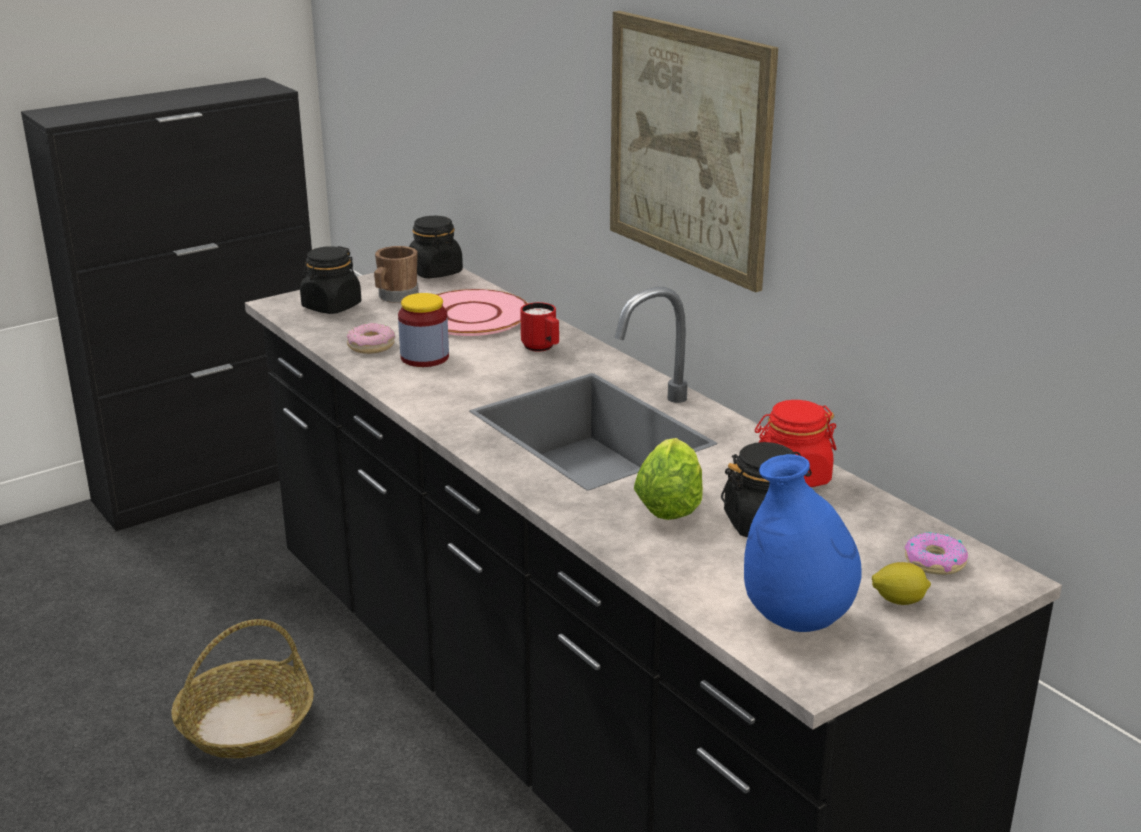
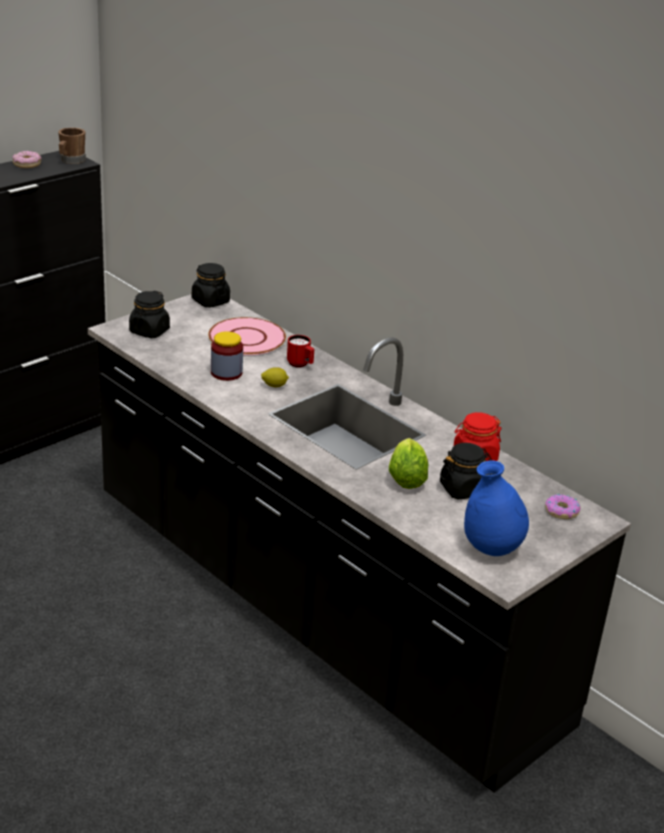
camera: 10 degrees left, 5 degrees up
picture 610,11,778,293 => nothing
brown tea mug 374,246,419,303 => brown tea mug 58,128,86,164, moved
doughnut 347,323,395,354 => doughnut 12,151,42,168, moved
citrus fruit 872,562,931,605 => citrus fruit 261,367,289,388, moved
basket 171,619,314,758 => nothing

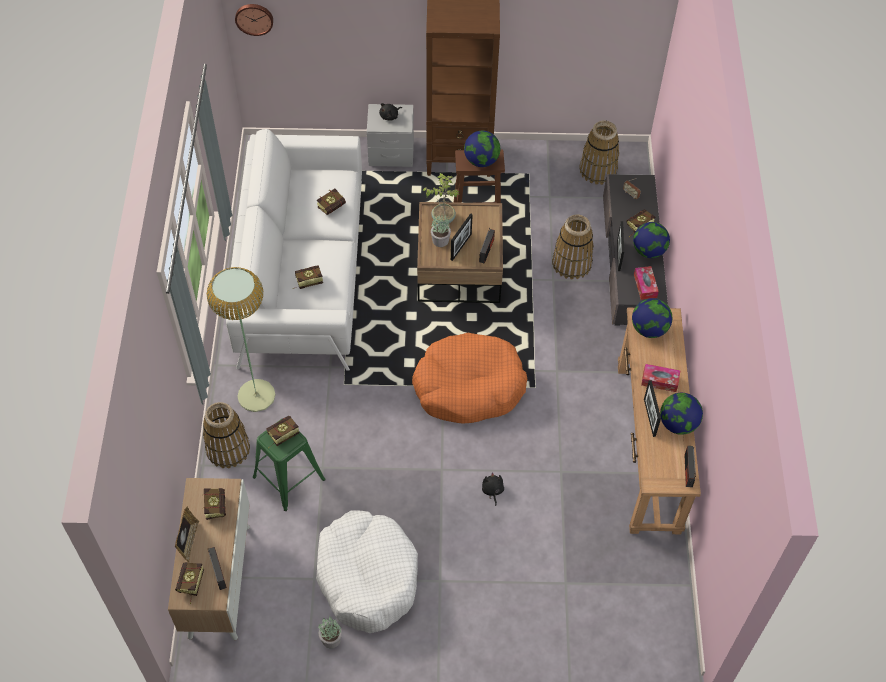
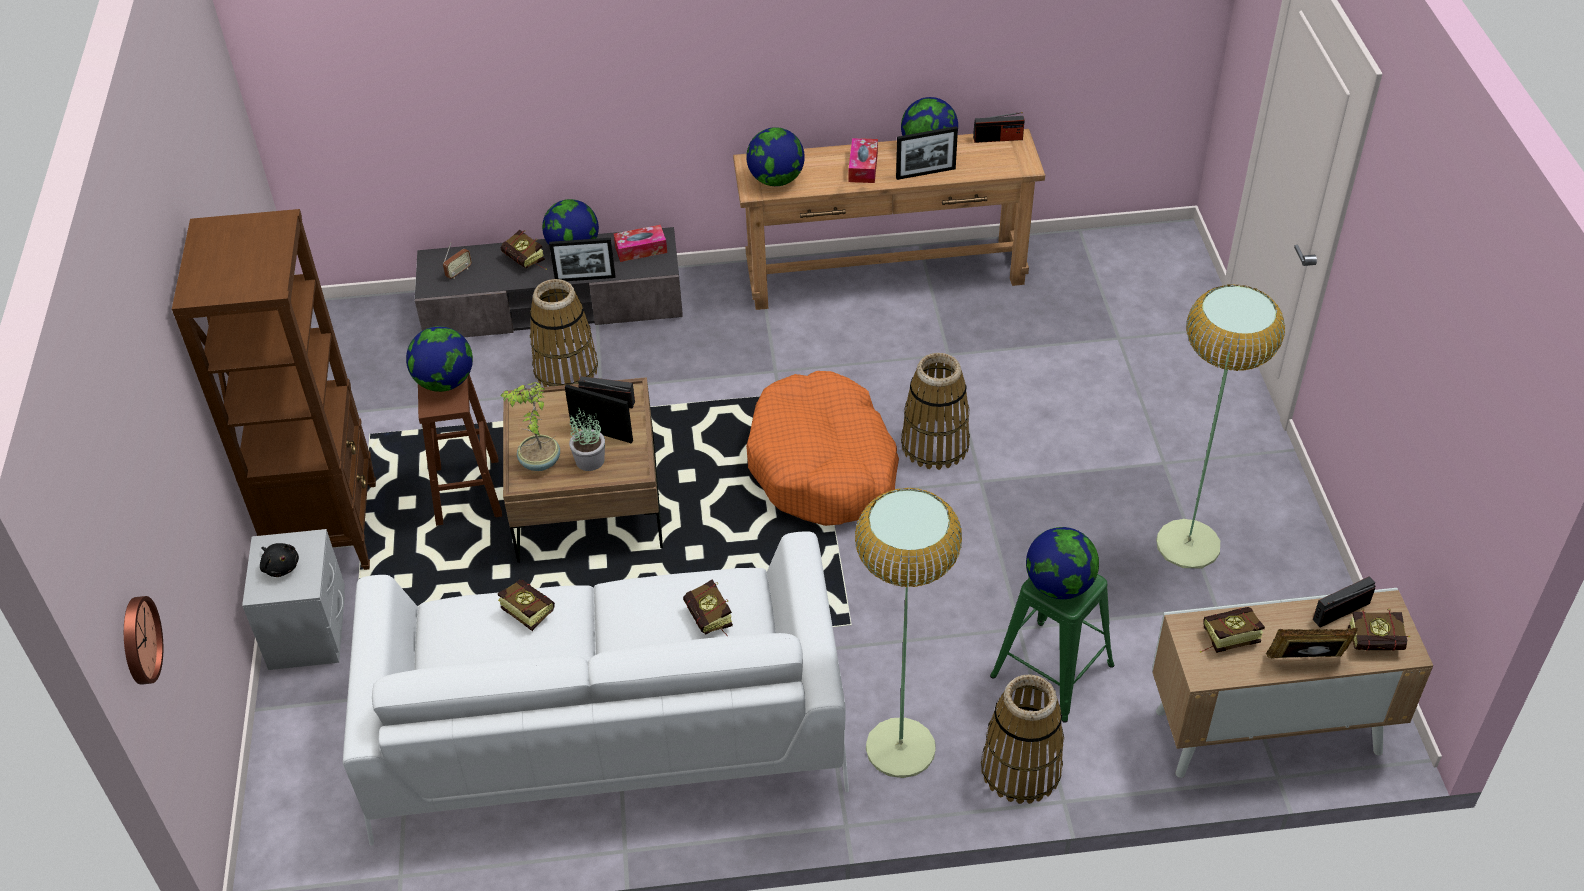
camera: 95 degrees left, 10 degrees down
basket 579,121,619,185 => basket 901,353,970,470, moved
book 266,416,300,448 => desk globe 1026,527,1099,599
black soft toy 482,472,504,506 => nothing
whitish dog bed 316,511,418,633 => floor lamp 1156,285,1285,568
houseplant 318,616,342,648 => nothing

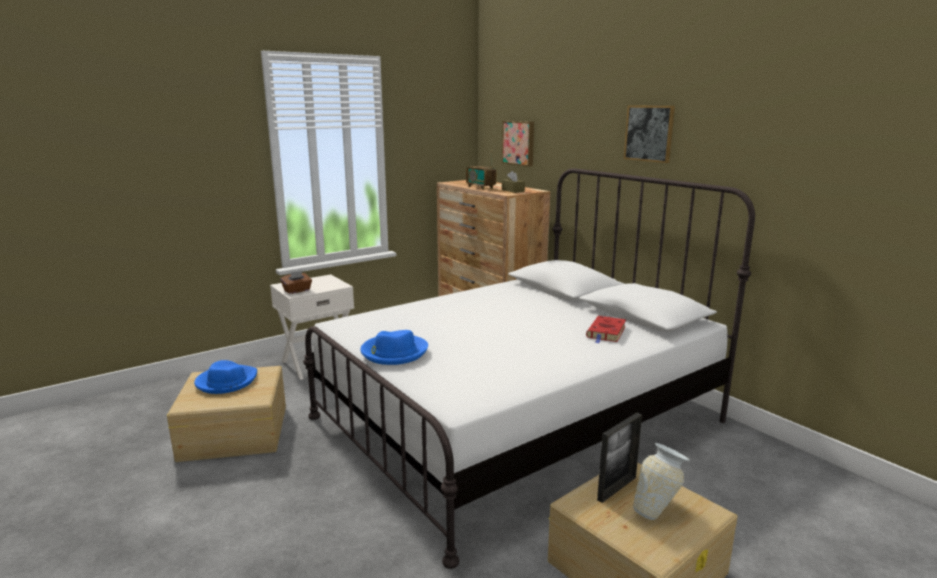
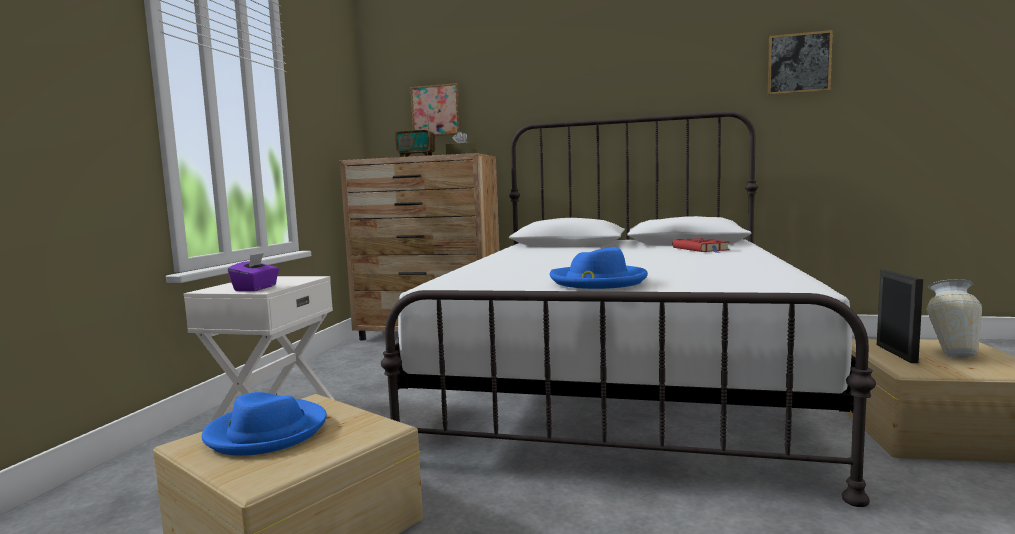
camera: 40 degrees left, 10 degrees down
picture 624,105,675,163 => picture 768,30,833,95, moved
brown tissue holder 280,271,312,294 => purplish tissue holder 228,253,279,291

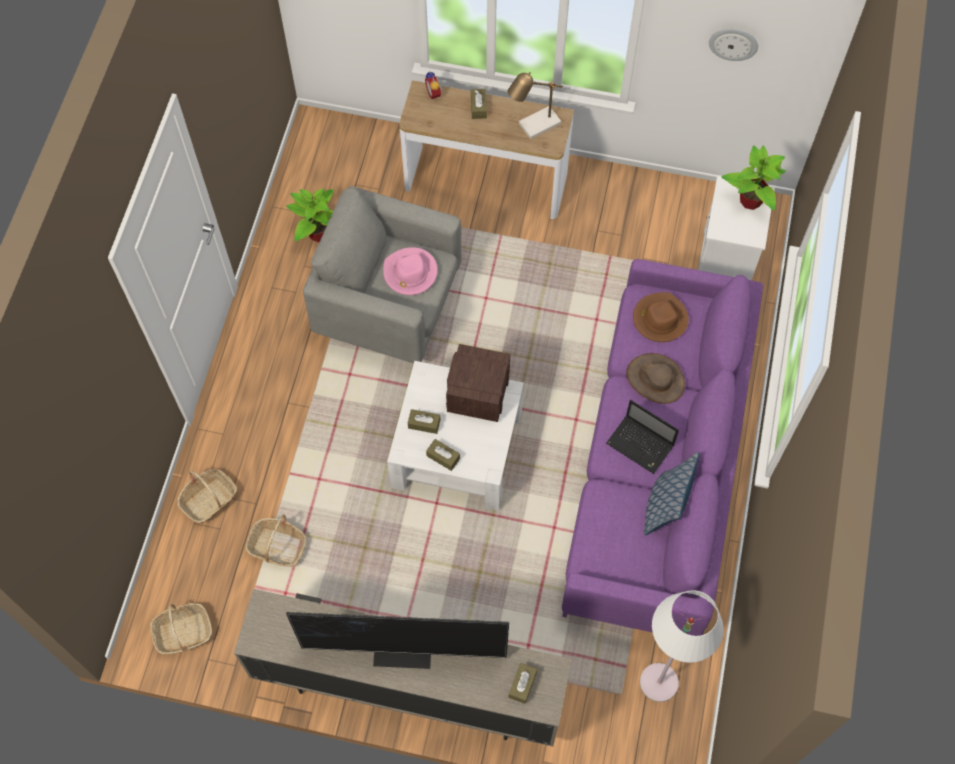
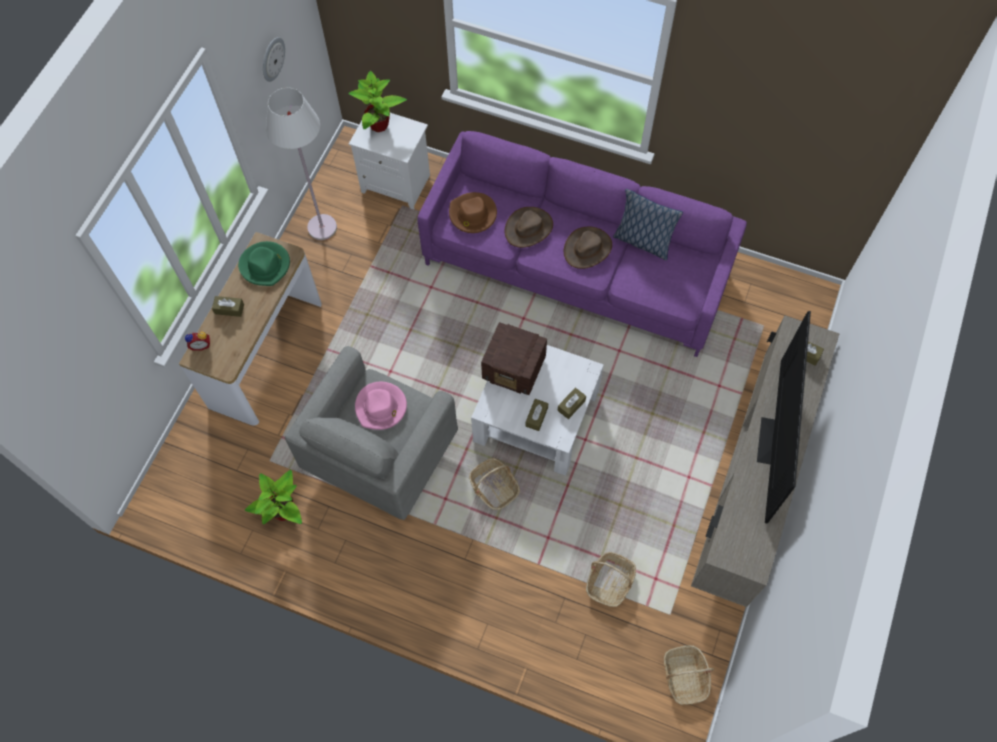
camera: 80 degrees left, 0 degrees up
lamp for a table 507,72,571,139 => greenish clothing hat 238,241,290,286
laptop 606,400,679,474 => brown clothing hat 564,226,612,269
basket 177,469,237,523 => basket 469,458,520,510, moved
whitish floor lamp 640,590,724,702 => whitish floor lamp 266,88,337,240, moved

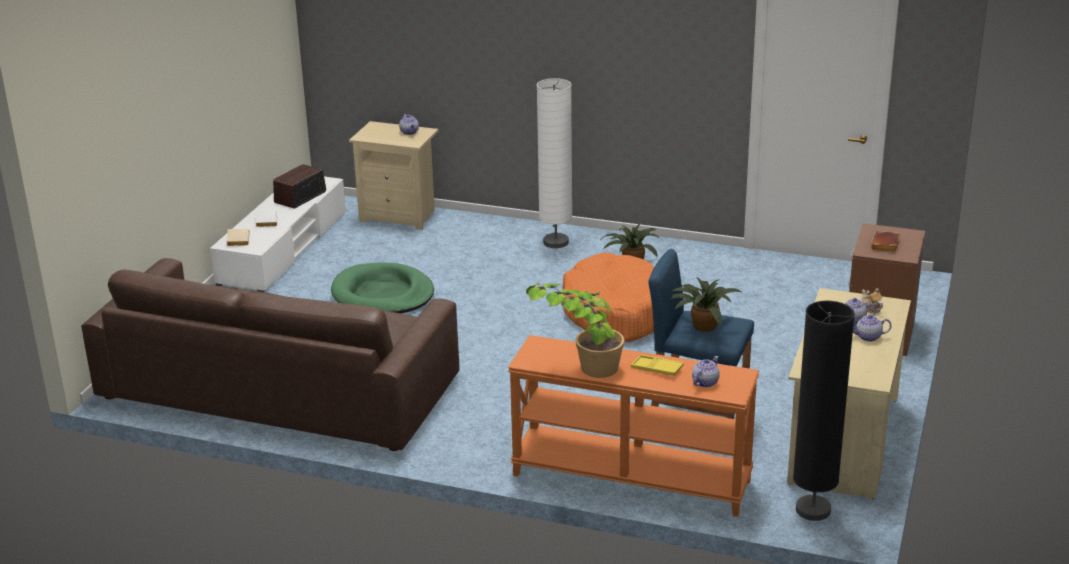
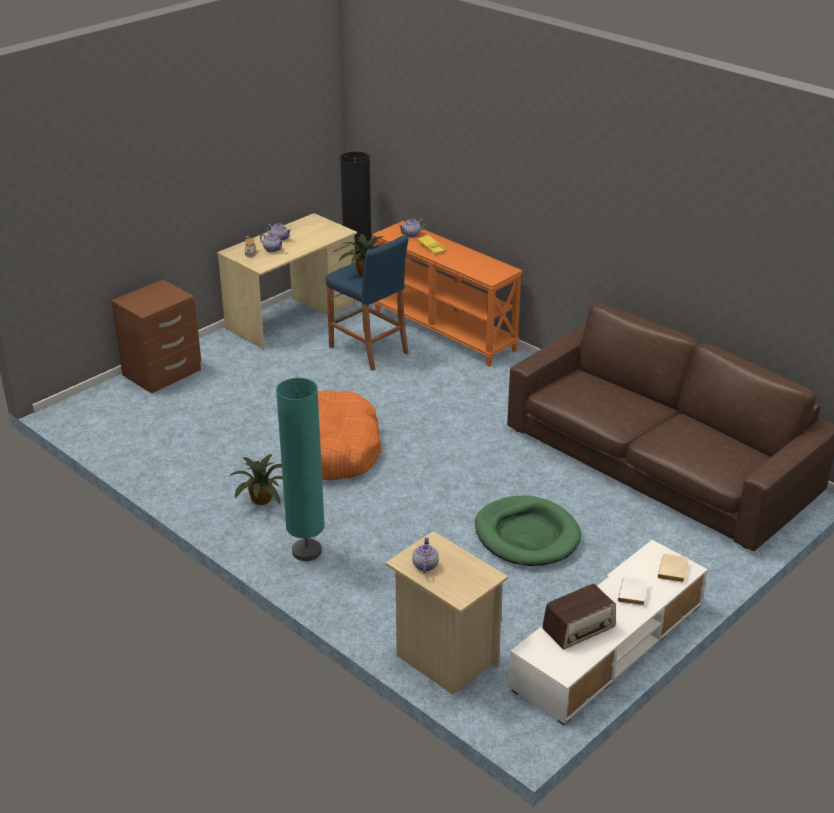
camera: 155 degrees left, 5 degrees up
whitish floor lamp 537,78,572,248 => turquoise floor lamp 276,378,325,561
brown book 871,231,900,251 => nothing
houseplant 526,281,624,378 => nothing

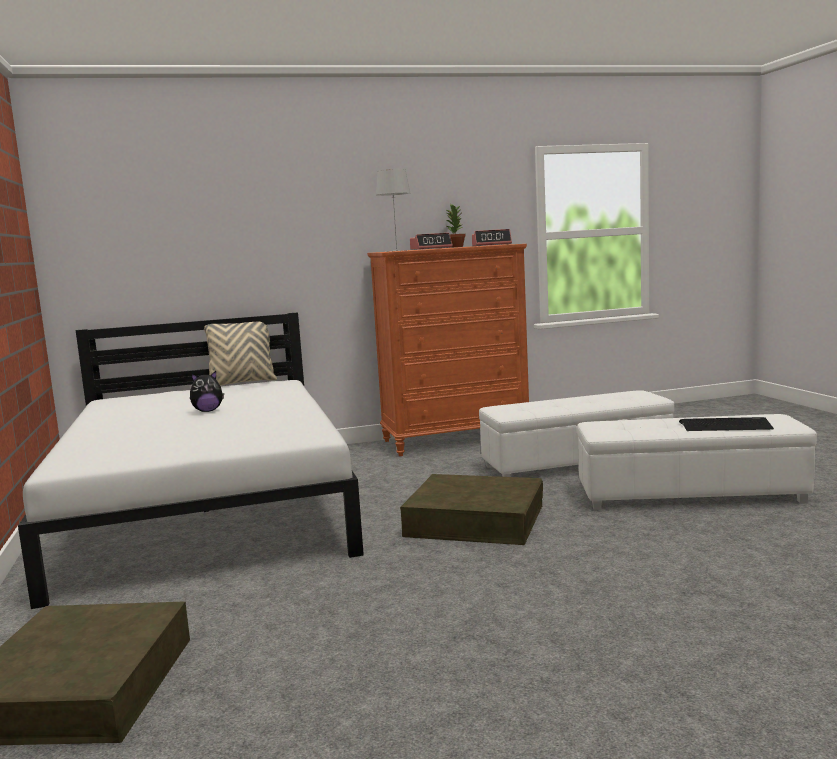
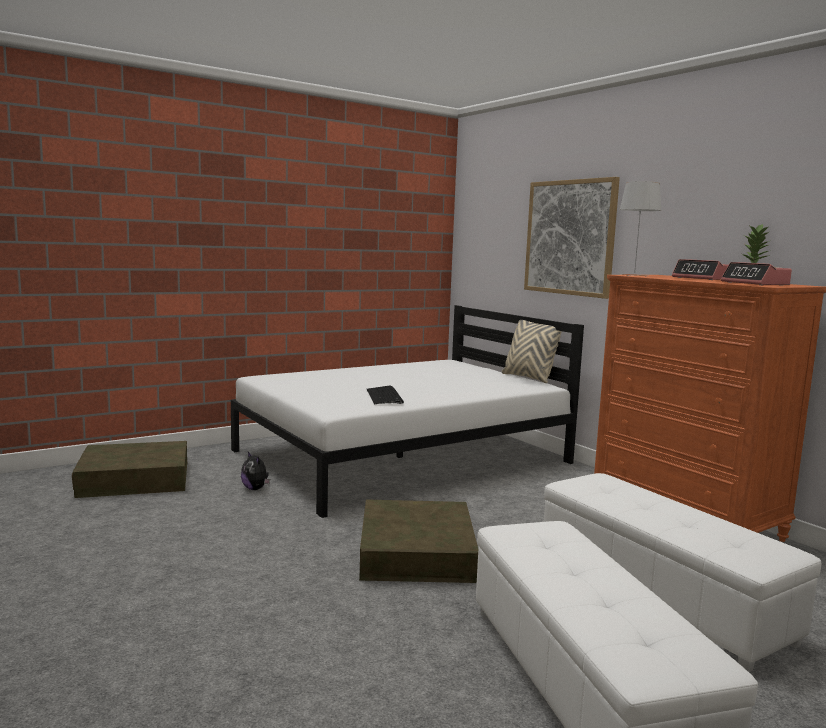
camera: 70 degrees right, 0 degrees up
soft toy 190,371,224,412 => soft toy 241,452,270,490, moved
PC keyboard 679,417,774,431 => PC keyboard 367,386,404,404, moved
nothing => picture 524,177,620,299

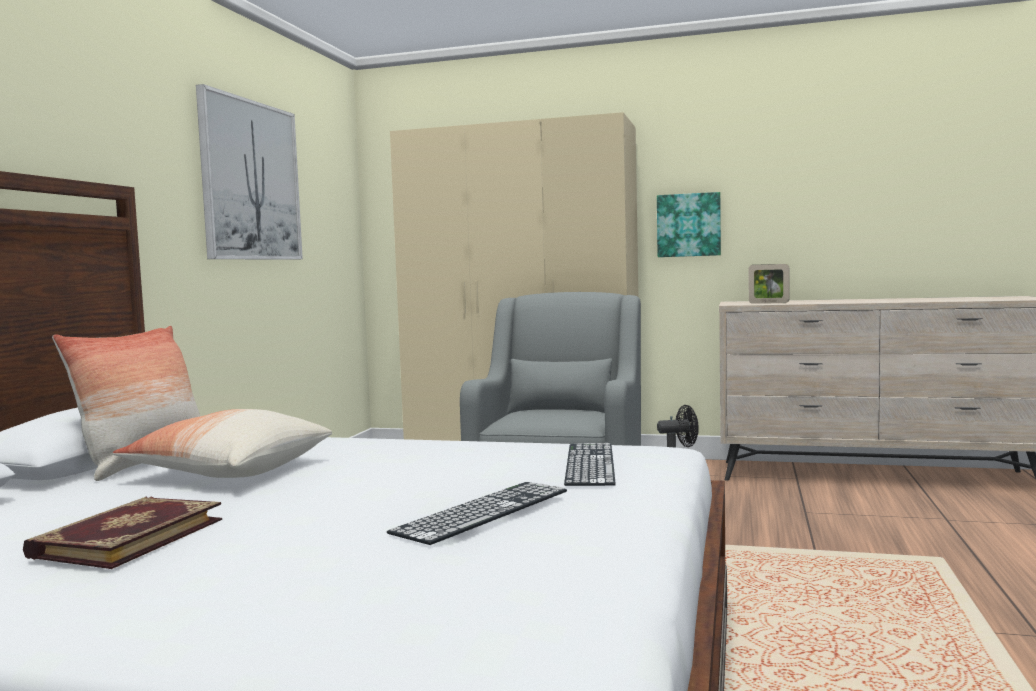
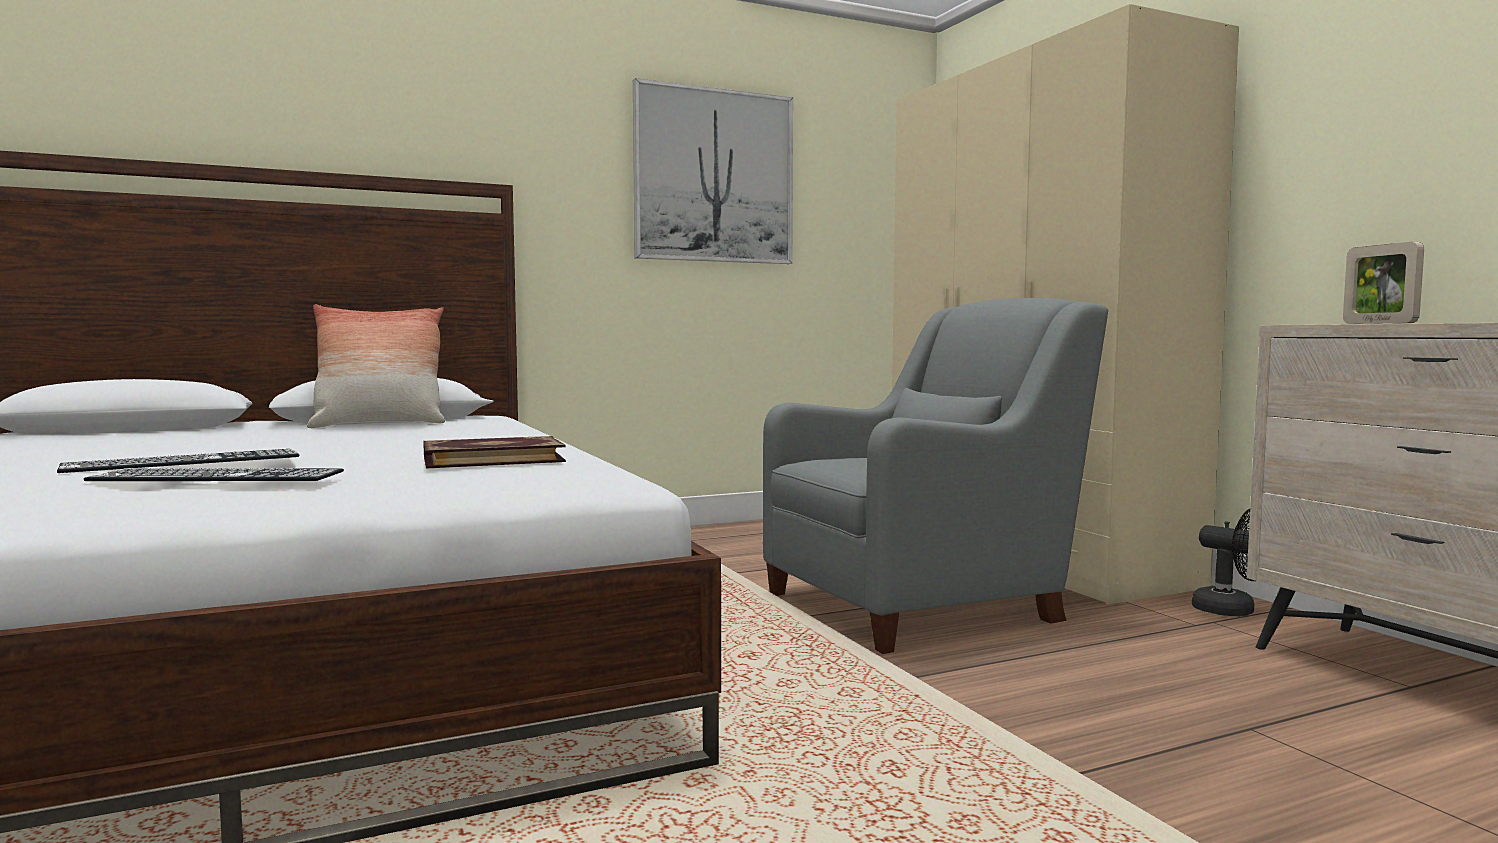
camera: 50 degrees right, 0 degrees up
picture 657,192,721,257 => nothing
throw pillow 113,409,332,478 => nothing
PC keyboard 564,443,616,486 => PC keyboard 57,449,299,473, moved
book 23,497,222,569 => book 423,436,566,469, moved

